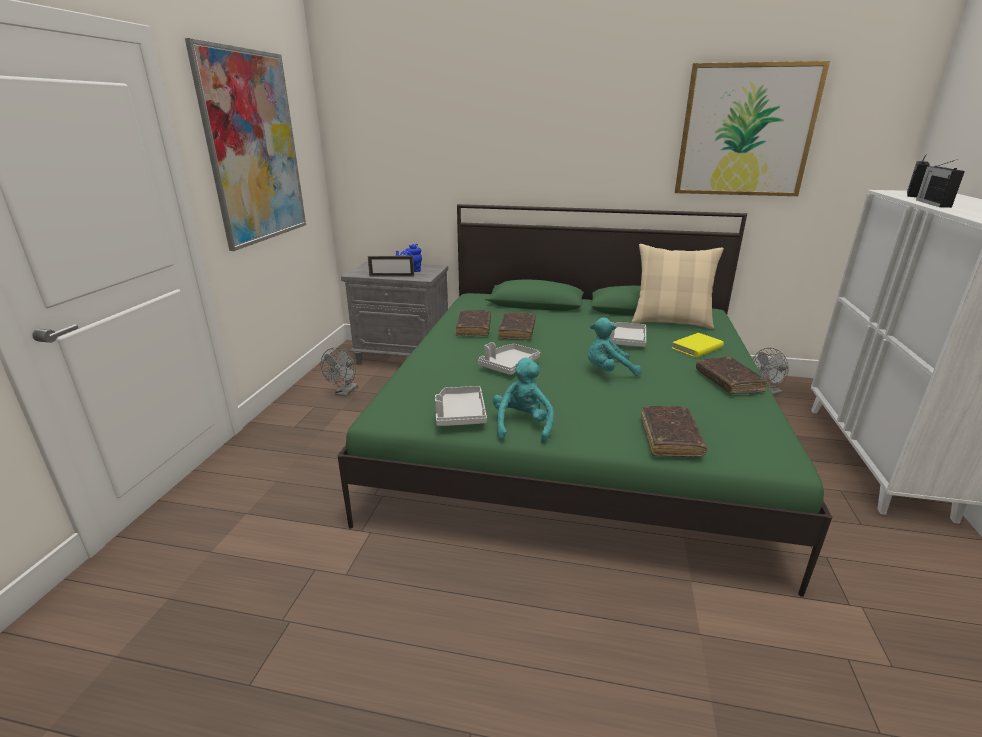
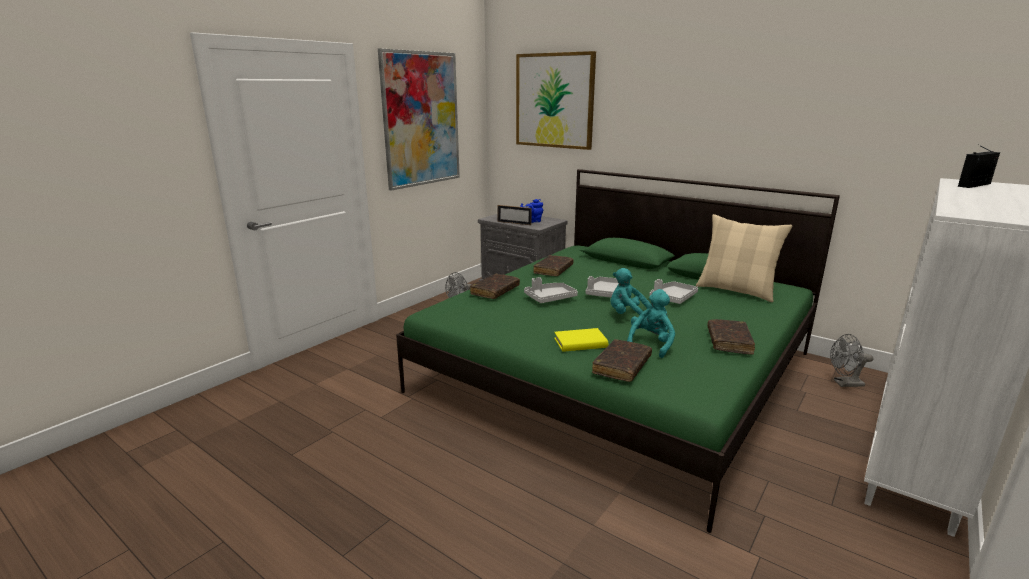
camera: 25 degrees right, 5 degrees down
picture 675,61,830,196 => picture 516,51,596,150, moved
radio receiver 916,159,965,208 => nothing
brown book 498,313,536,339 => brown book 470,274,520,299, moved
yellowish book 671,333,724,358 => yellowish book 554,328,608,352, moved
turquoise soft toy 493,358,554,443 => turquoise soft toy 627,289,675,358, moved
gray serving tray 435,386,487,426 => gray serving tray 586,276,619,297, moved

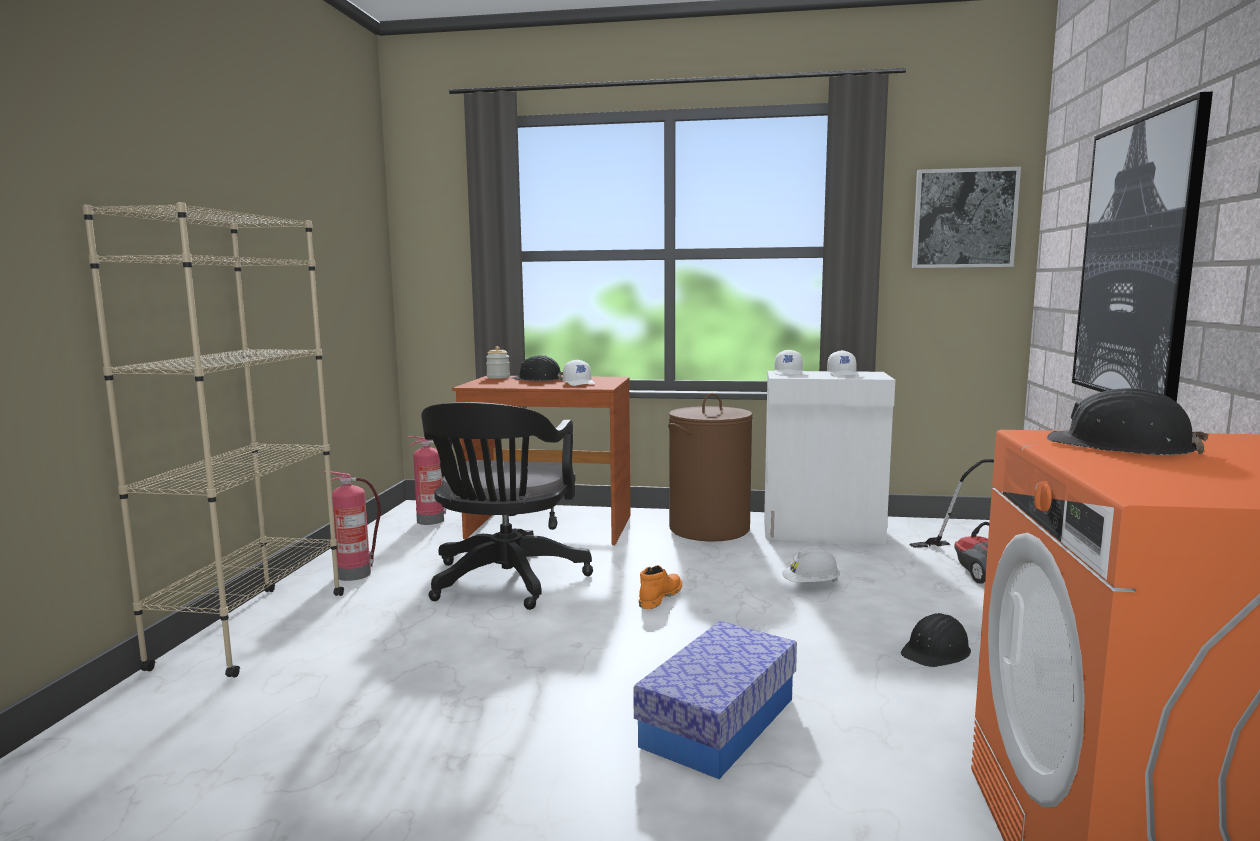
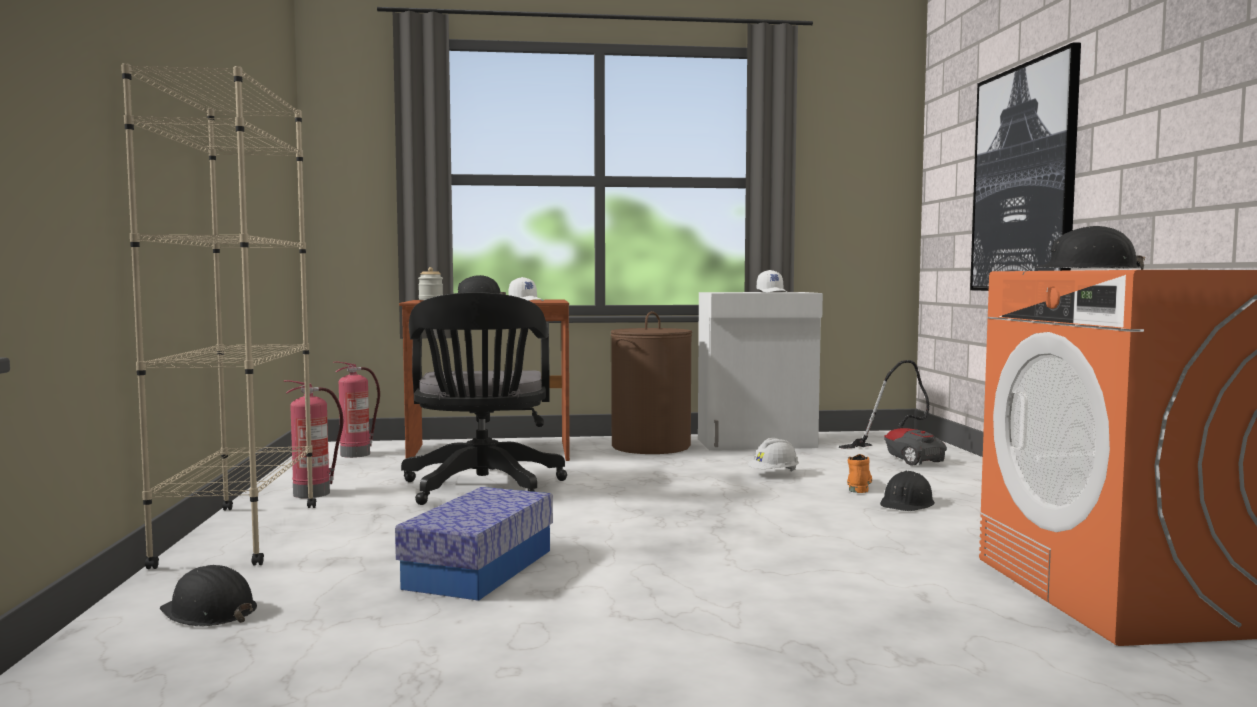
camera: 15 degrees left, 5 degrees down
picture 912,167,1021,268 => nothing
whitish cap 775,349,803,375 => nothing
orangey high-top boot 639,565,682,609 => orangey high-top boot 847,454,872,493, moved
storage bin 633,621,797,779 => storage bin 395,487,553,601, moved
nothing => black hard hat 160,565,257,627

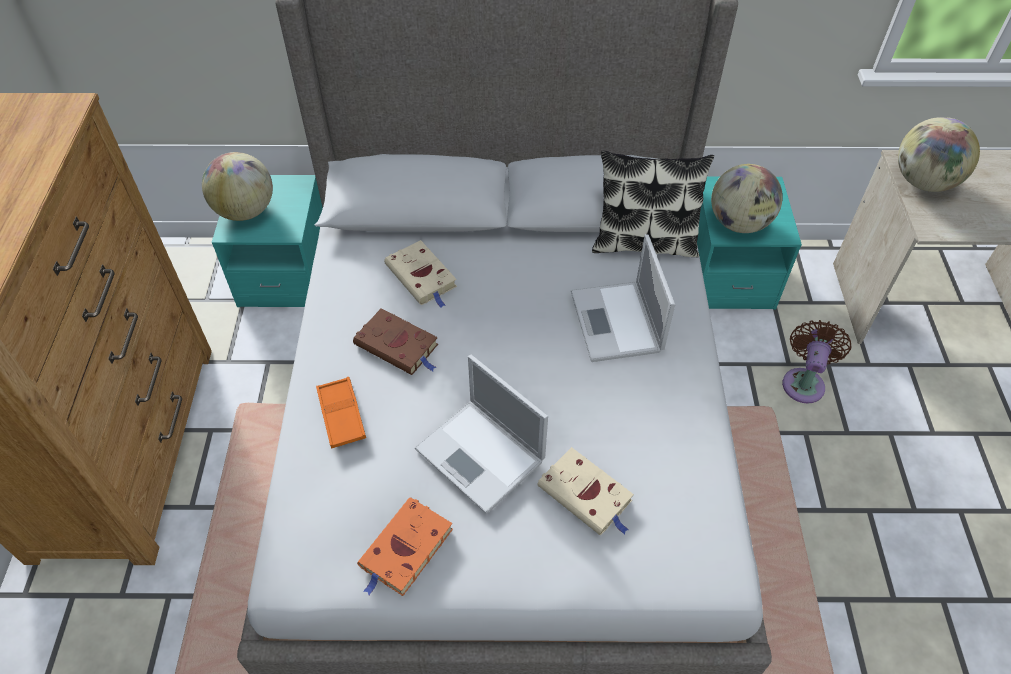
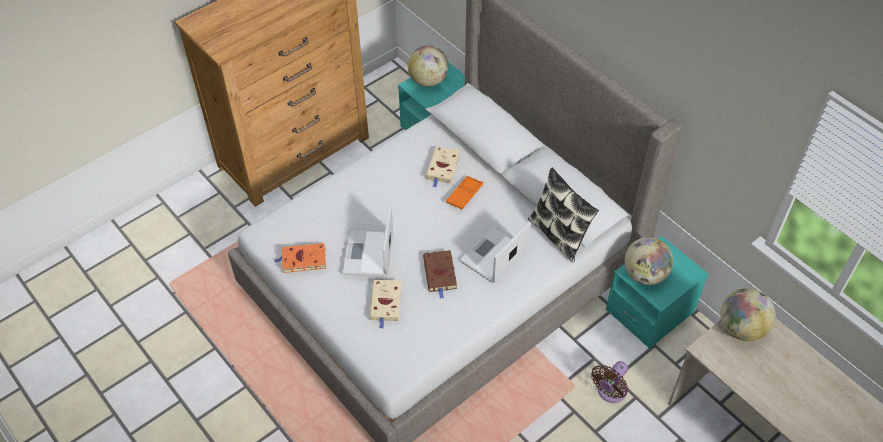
camera: 50 degrees right, 0 degrees up
brown book 353,308,438,375 => brown book 423,250,457,298, moved
brown cooling fan 782,320,852,404 => brown cooling fan 591,361,628,403, 150 degrees clockwise
orangey serving tray 316,377,366,449 => orangey serving tray 446,175,483,209, moved

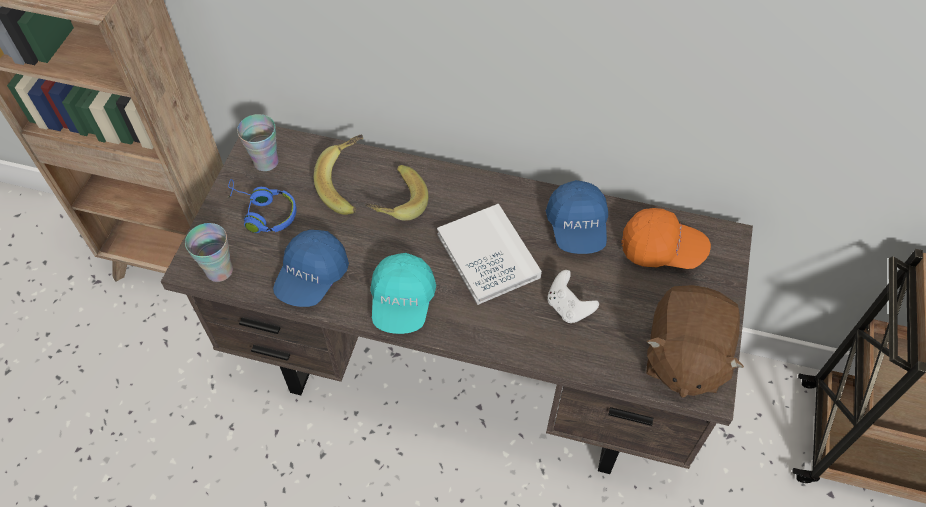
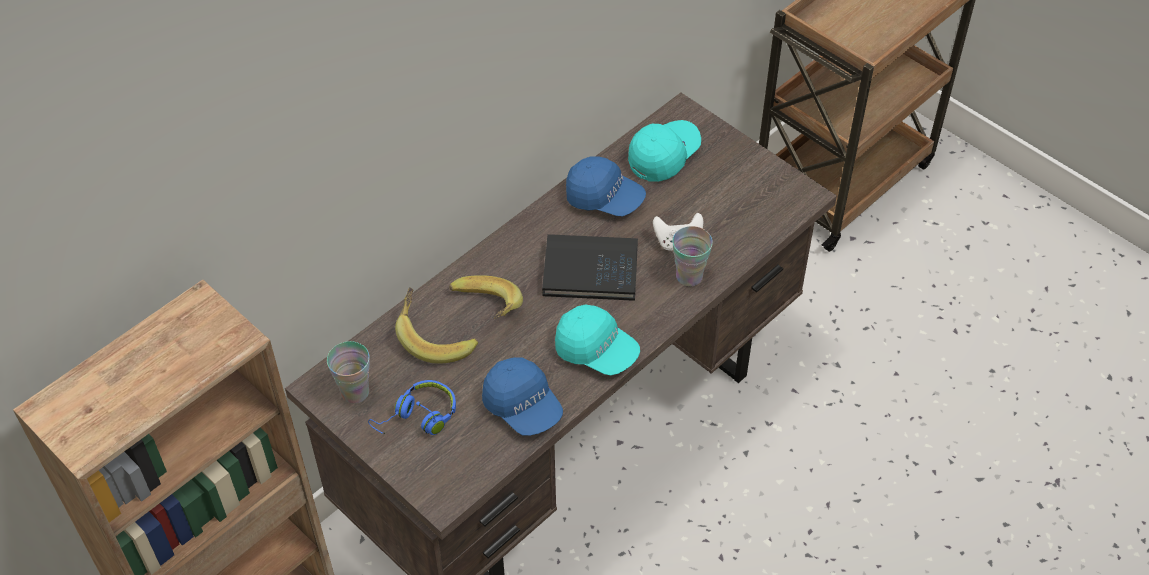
camera: 60 degrees left, 5 degrees down
whitish book 437,204,542,305 => black book 542,234,638,301
orangey cap 621,208,711,269 => turquoise cap 628,120,701,182
drinking cup 185,223,233,282 => drinking cup 672,226,713,286, moved
brown soft toy 646,285,744,398 => nothing

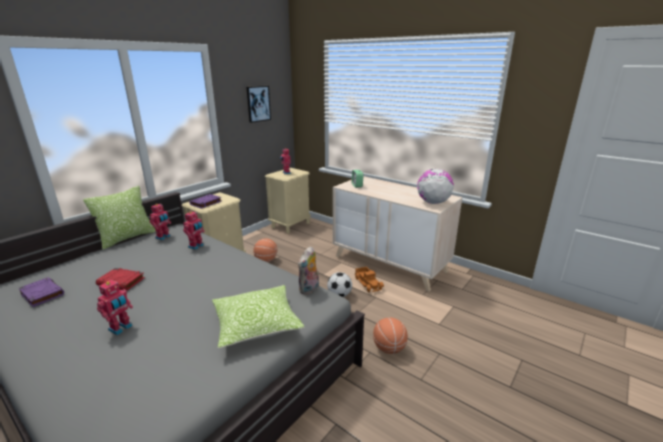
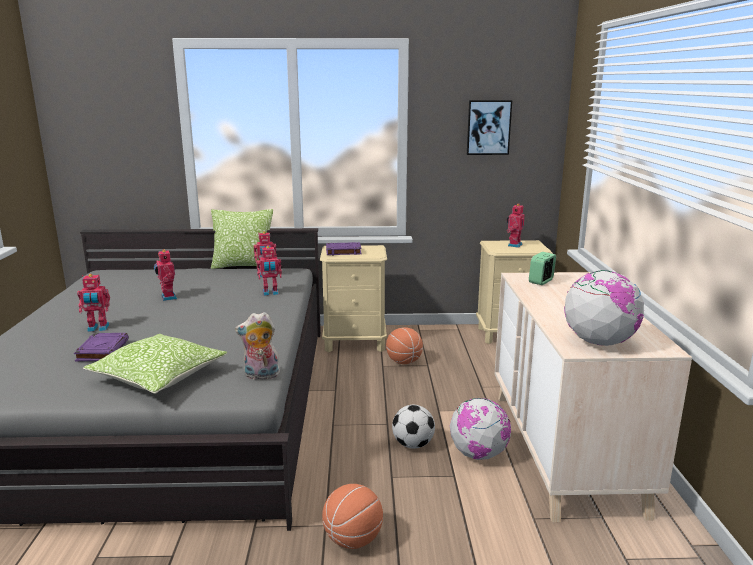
camera: 50 degrees right, 5 degrees down
toy truck 354,267,384,292 => desk globe 450,398,511,460
red-coloured book 96,268,145,291 => robot figure 154,249,177,301
purplish book 19,277,64,307 => purplish book 74,333,129,361, moved

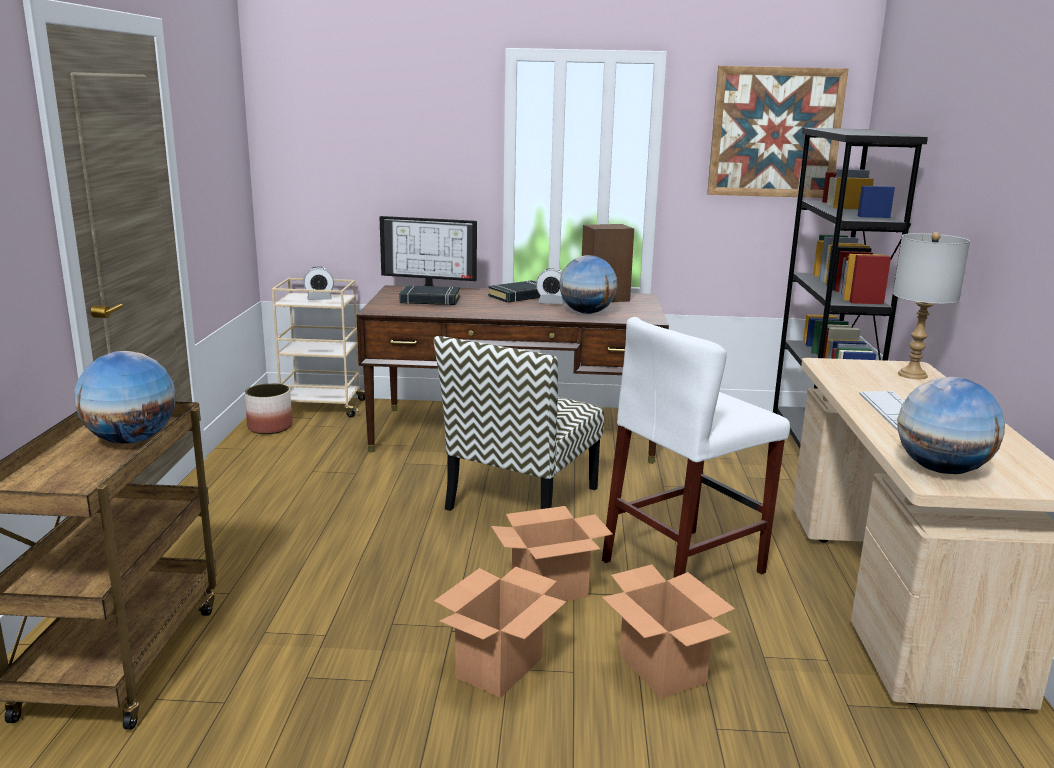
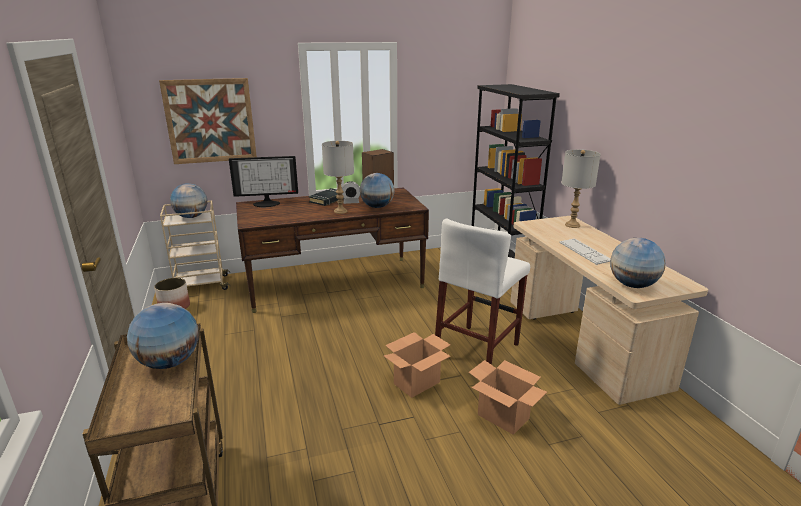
camera: 20 degrees left, 5 degrees up
picture 707,66,849,198 => picture 159,78,257,164, moved
alarm clock 304,266,334,300 => desk globe 170,183,207,218
black book 399,285,460,305 => nothing
plain chair 434,336,604,511 => nothing
cardboard box 434,567,566,698 => nothing
nothing => gray lamp for a table 322,141,354,214

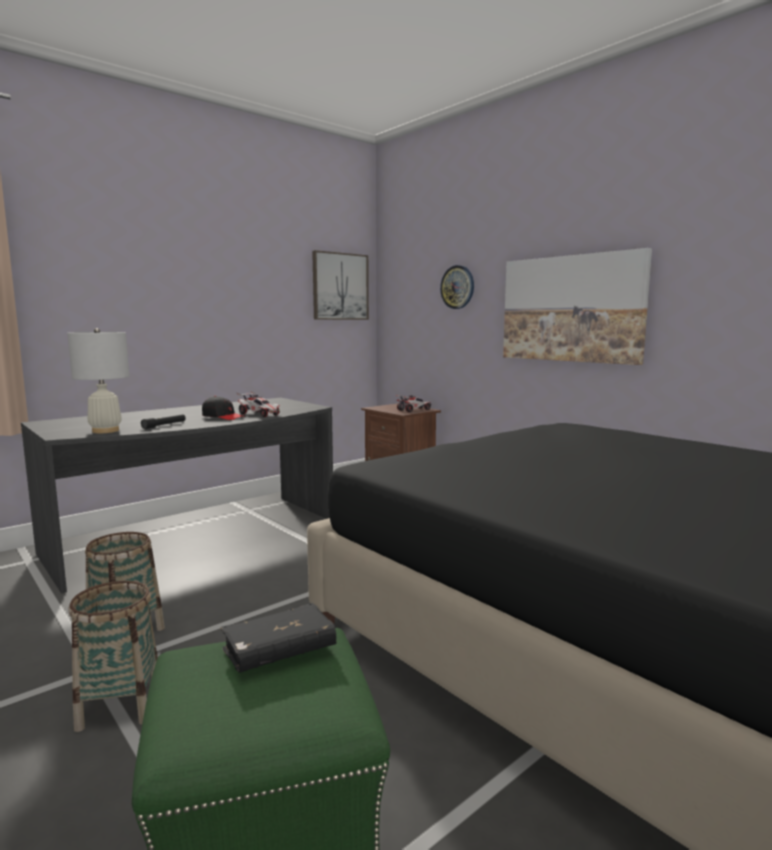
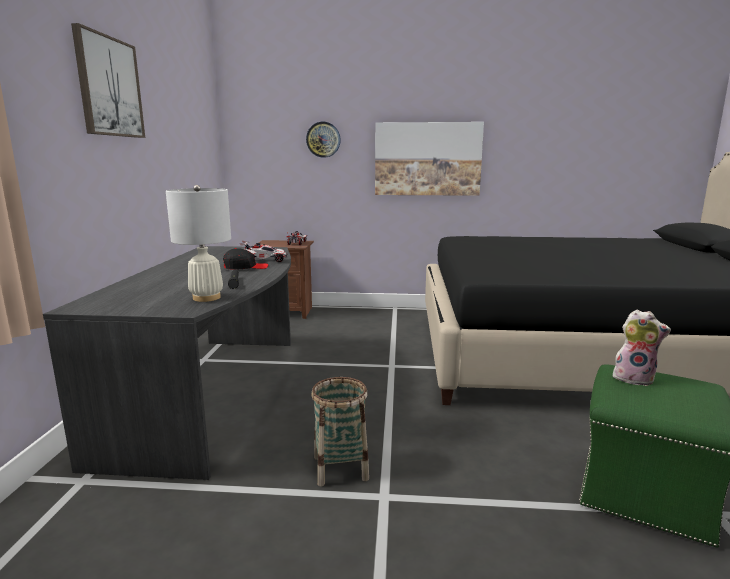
camera: 45 degrees left, 5 degrees up
picture 312,250,369,320 => picture 71,23,145,138, moved
basket 69,581,158,732 => nothing
black book 220,603,336,673 => soft toy 613,310,671,386

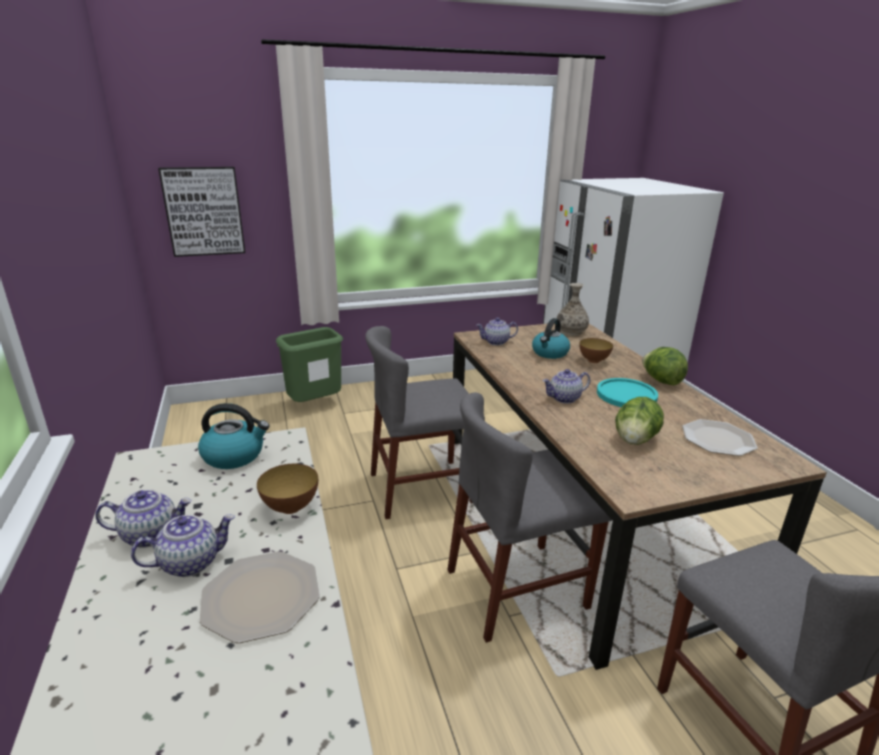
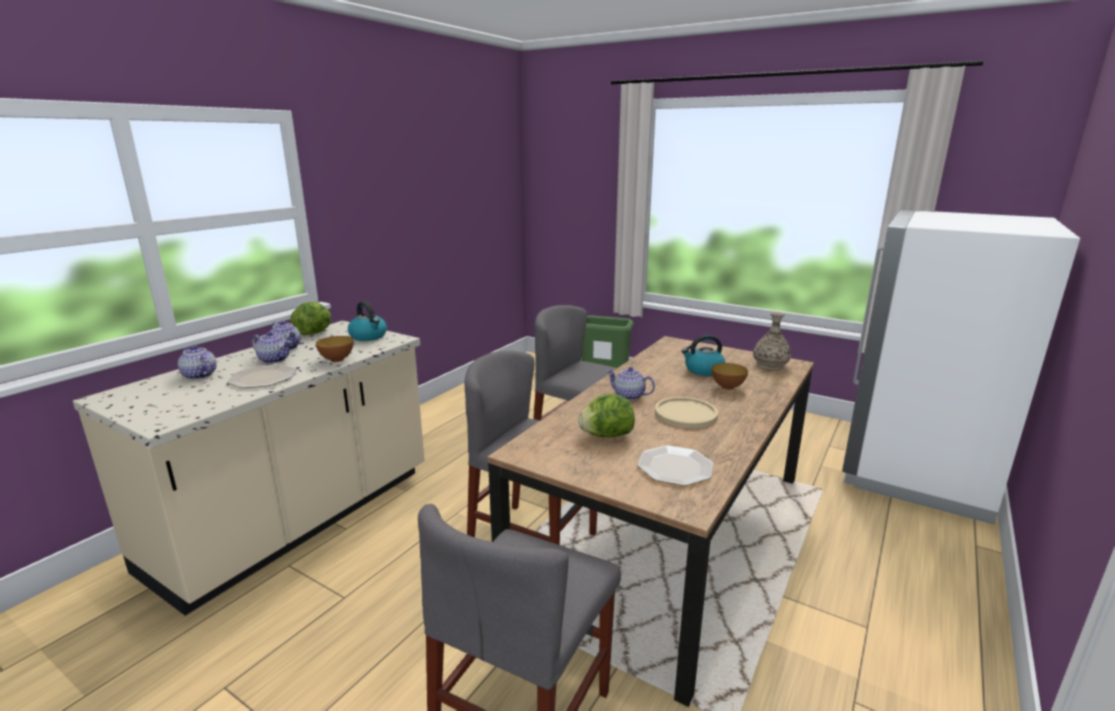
camera: 50 degrees right, 5 degrees down
picture 158,167,245,257 => nothing
tea pot 476,318,518,345 => tea pot 178,345,217,380, moved
lettuce 642,347,688,385 => lettuce 291,302,331,335, moved
turquoise plate 597,378,658,407 => sand-coloured plate 655,397,718,429

